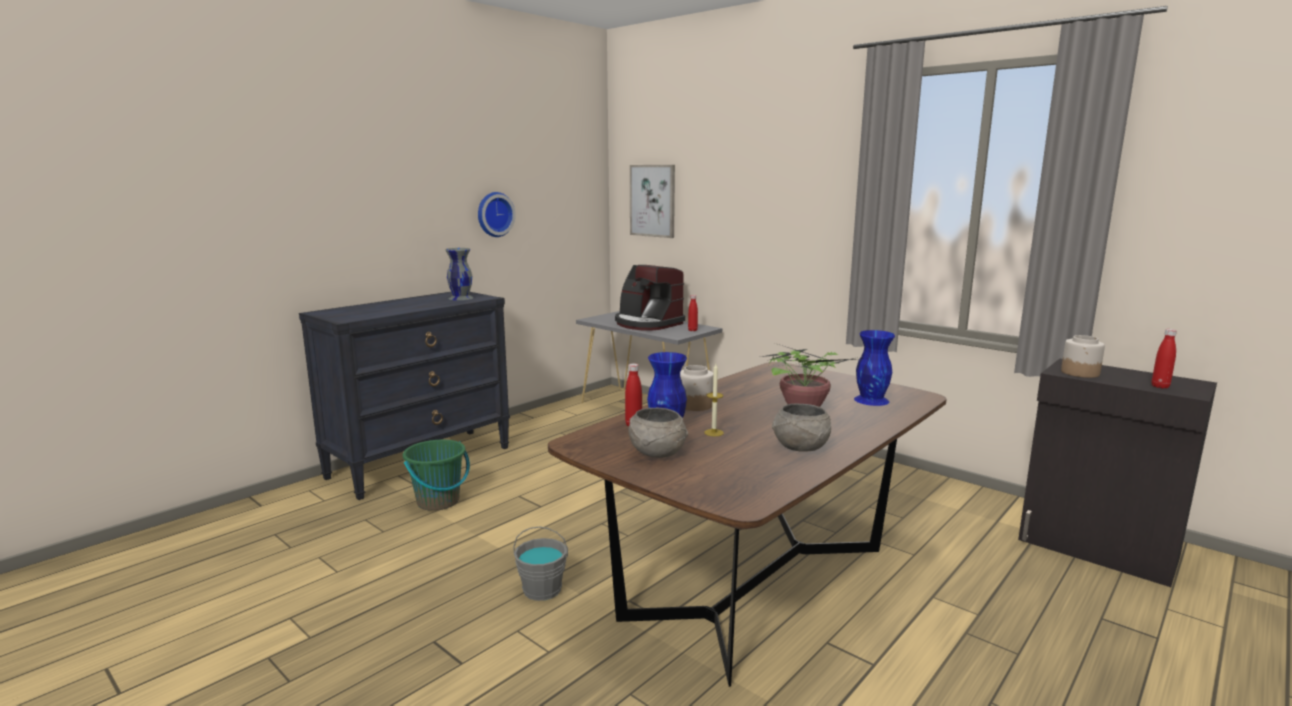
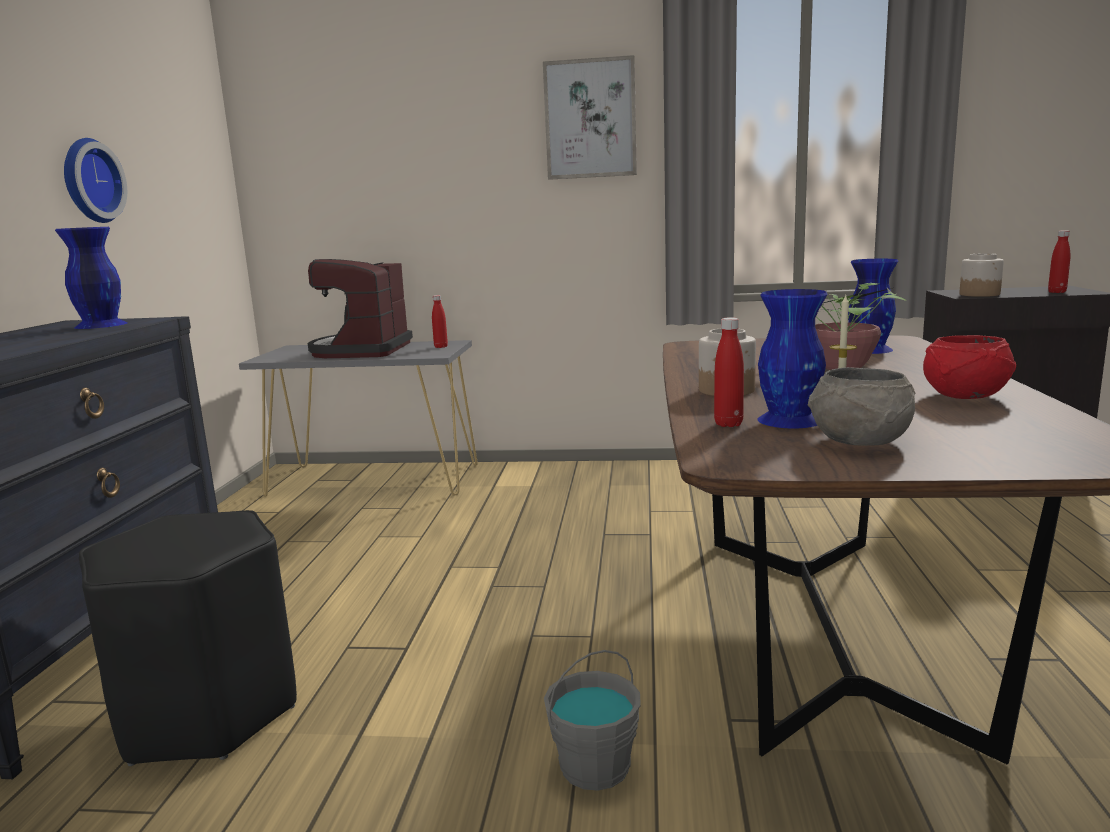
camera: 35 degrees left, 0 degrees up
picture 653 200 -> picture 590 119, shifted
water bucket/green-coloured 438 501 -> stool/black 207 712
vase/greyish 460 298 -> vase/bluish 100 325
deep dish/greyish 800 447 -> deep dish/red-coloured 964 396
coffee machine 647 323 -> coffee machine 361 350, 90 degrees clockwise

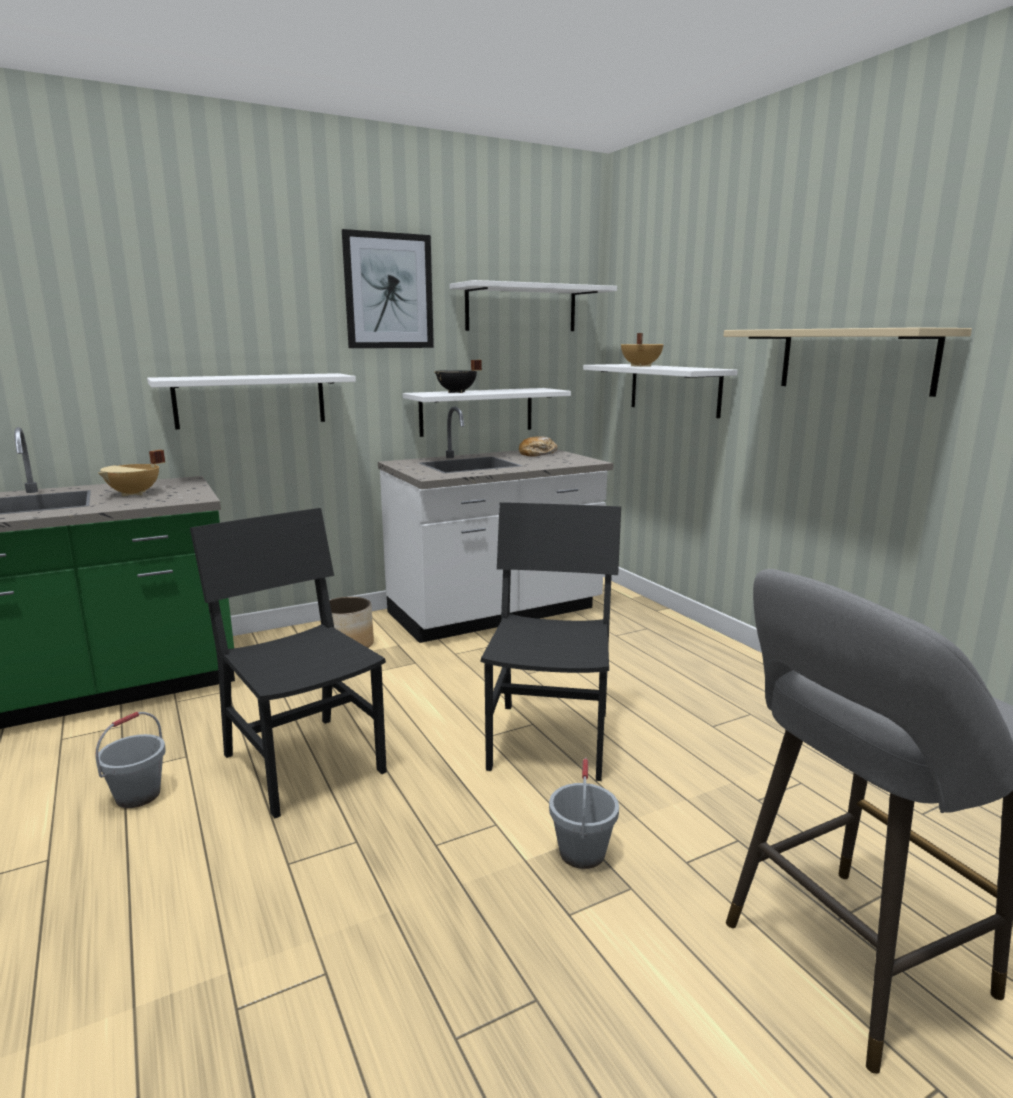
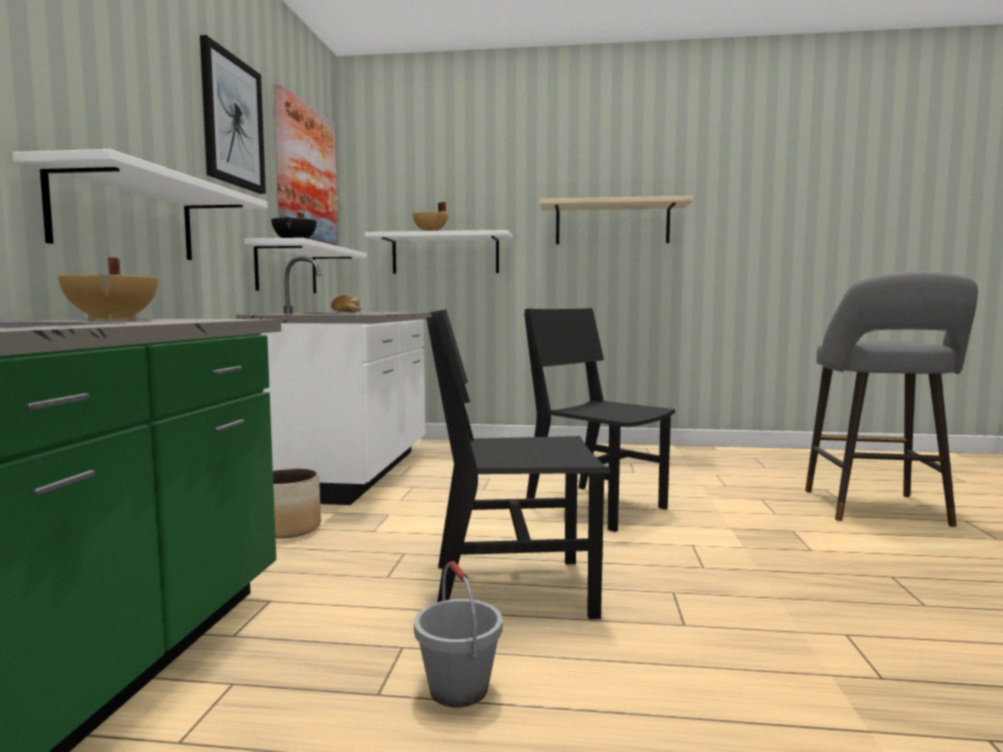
camera: 55 degrees left, 10 degrees down
water bucket/greyish 581 852 -> none
shelf/white 521 308 -> picture 306 173

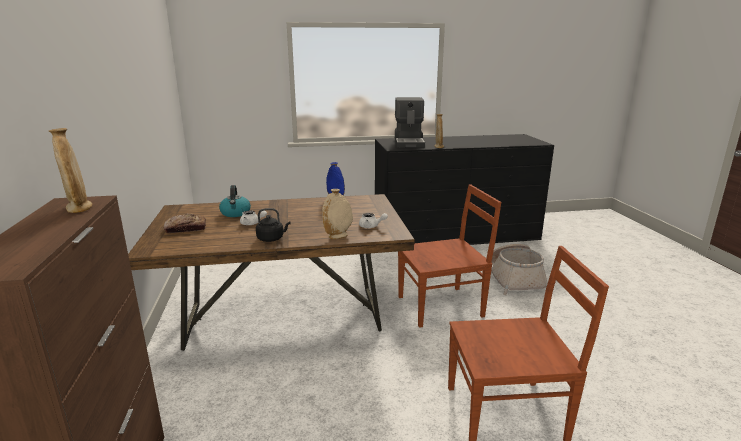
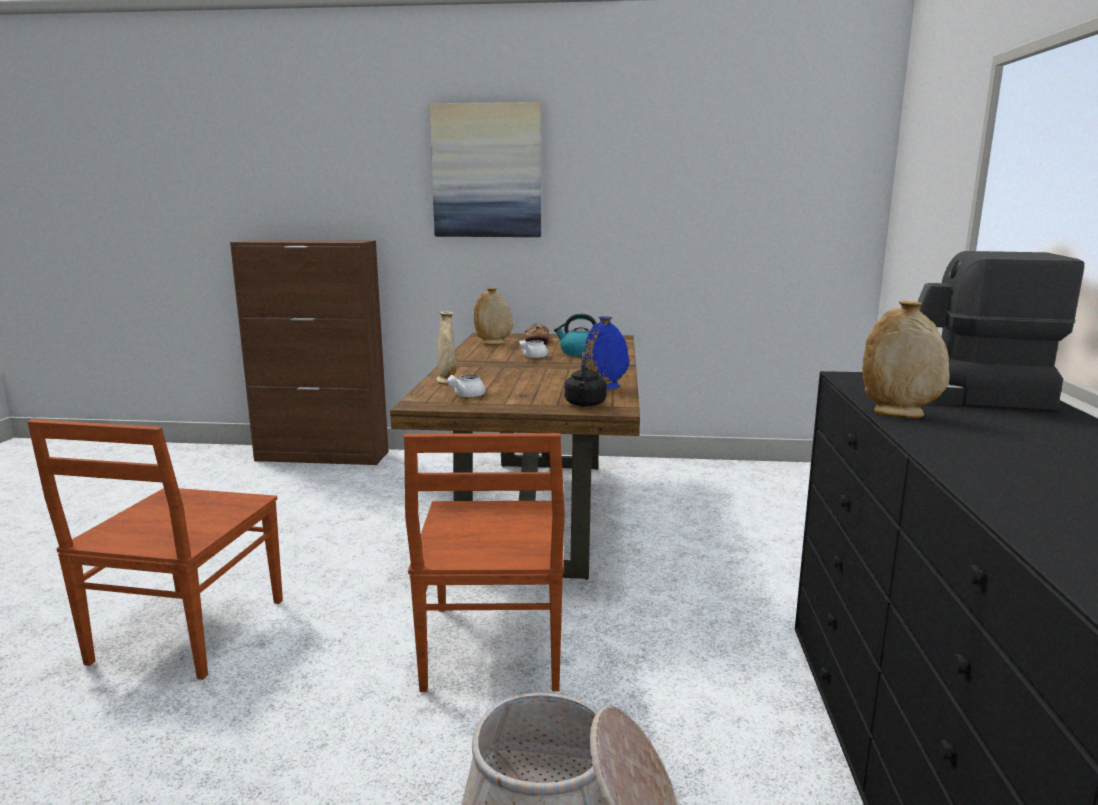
camera: 105 degrees right, 5 degrees down
none -> picture 487 171
vase/beige 79 208 -> vase/beige 493 343, shifted
kettle/black 272 239 -> kettle/black 585 404, shifted

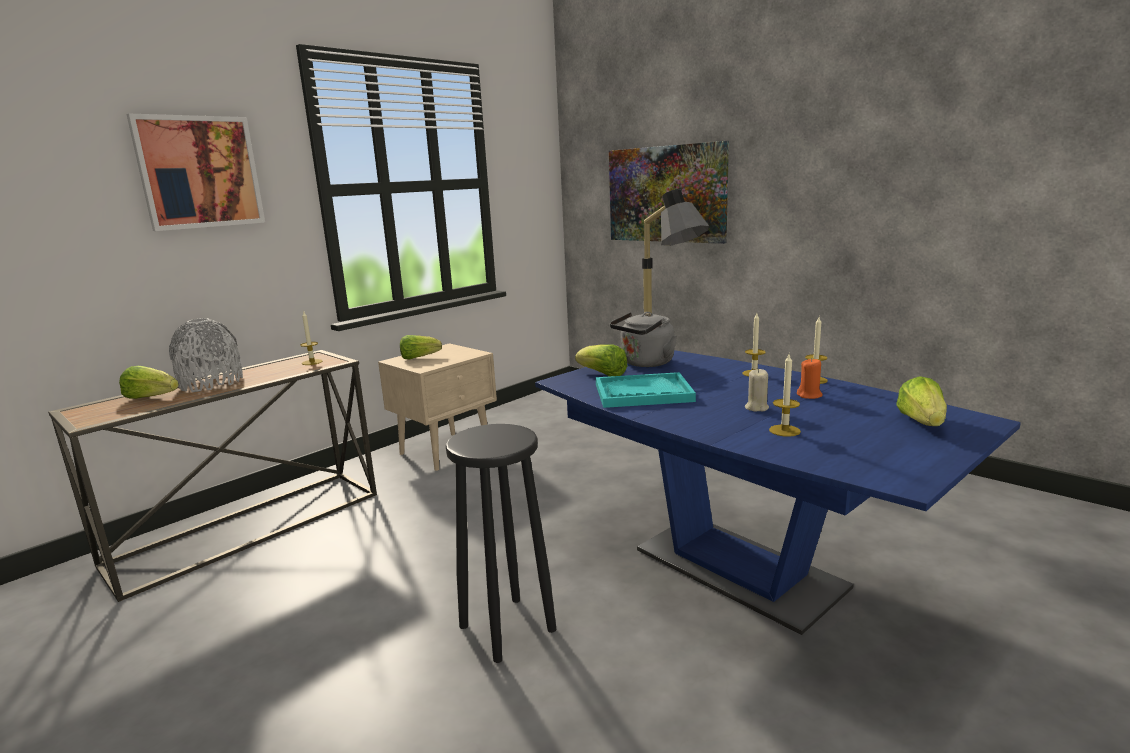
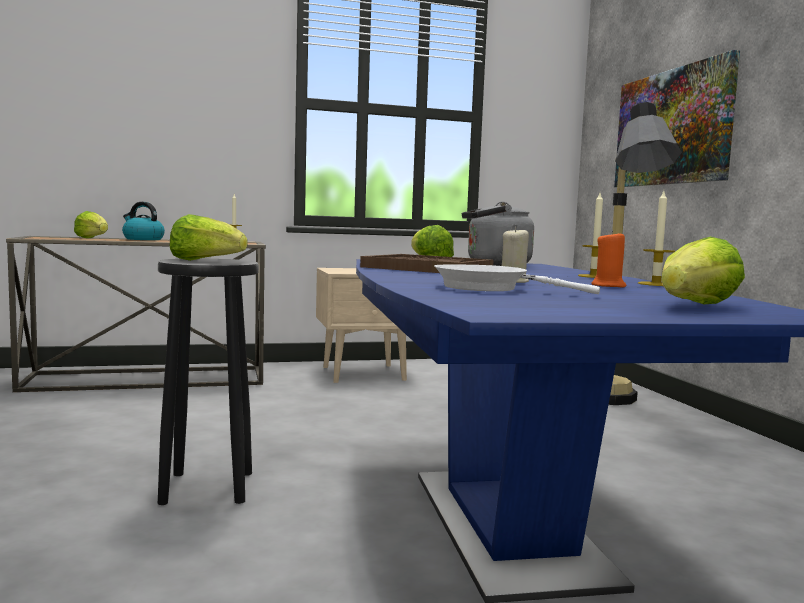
camera: 30 degrees right, 10 degrees down
picture 199 172 -> none
head of lettuce 419 358 -> head of lettuce 205 261, shifted
vase/greyish 211 383 -> kettle 142 239
wax light 784 430 -> skillet/white 488 288
tray/turquoise-coloured 643 393 -> tray/brown-coloured 427 268

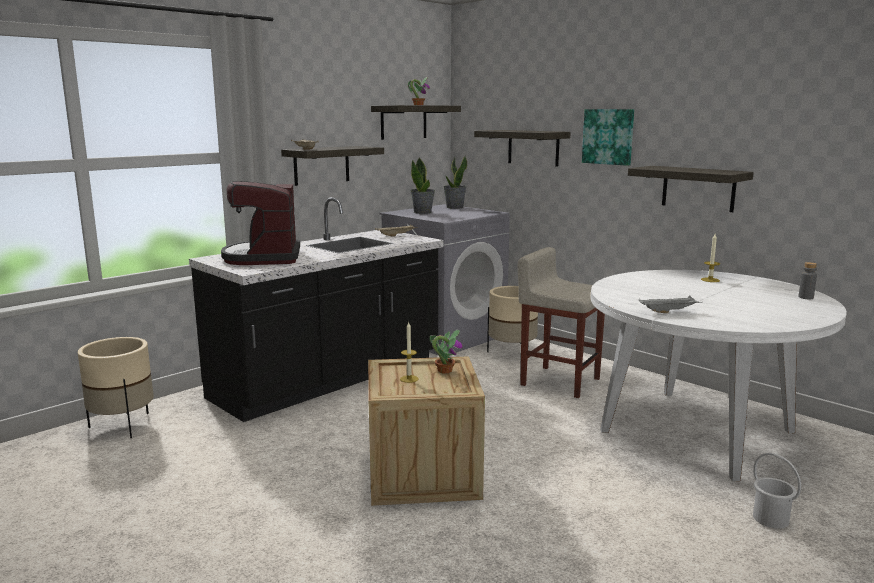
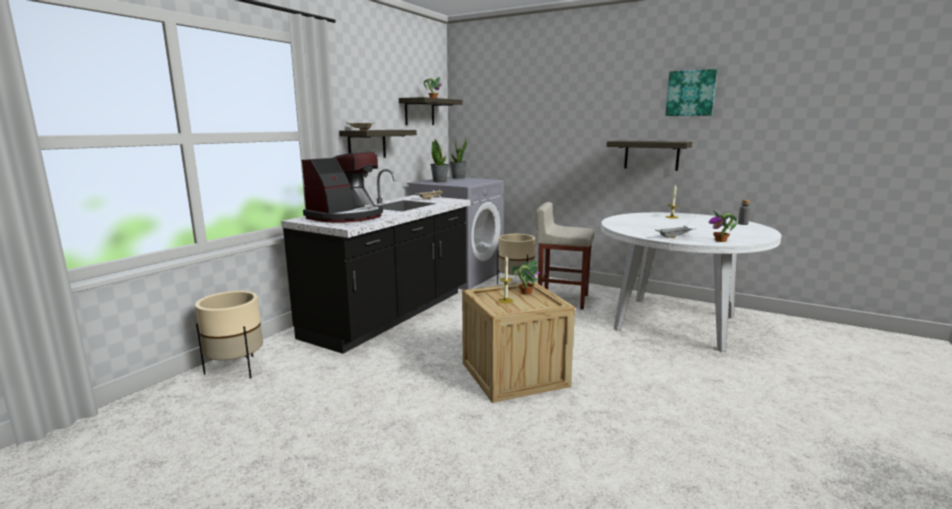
camera: 15 degrees left, 0 degrees up
shelf 533 147 -> none
water bucket/white 770 519 -> none
none -> potted plant 720 240
picture 608 136 -> picture 690 93, shifted
coffee machine 264 257 -> coffee machine 346 217, 120 degrees counterclockwise

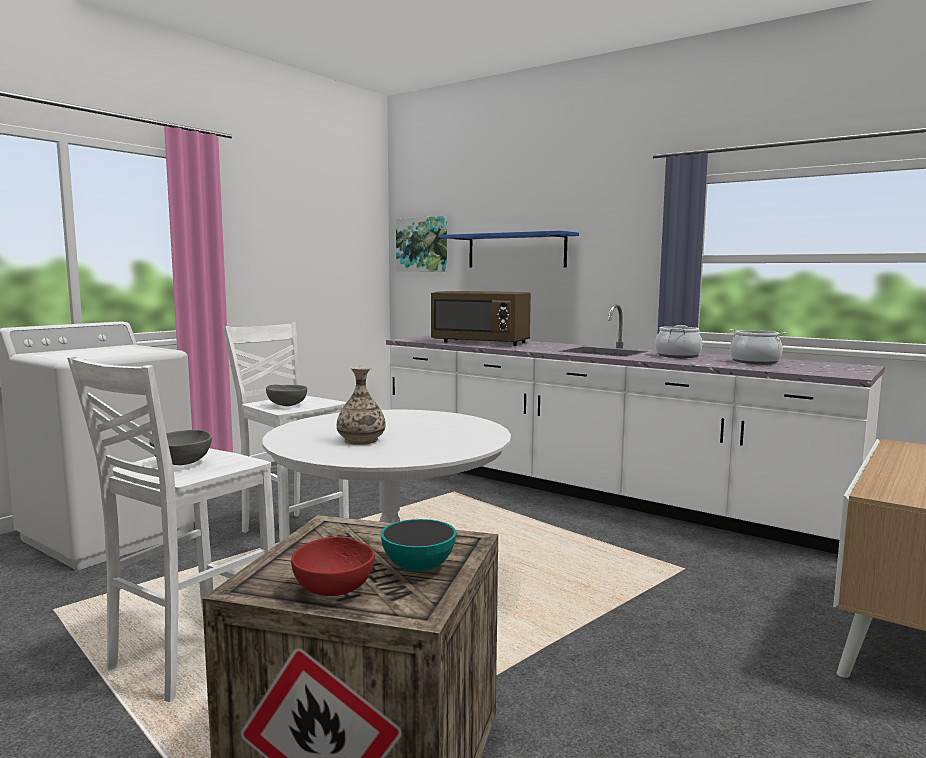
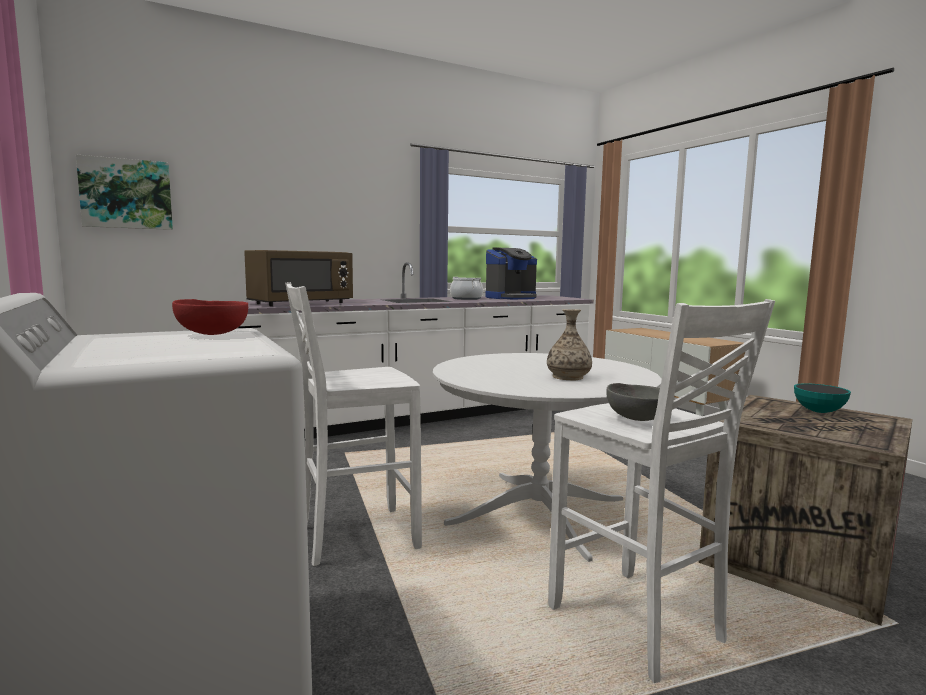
camera: 65 degrees left, 0 degrees up
deep dish/greyish 287 405 -> none
shelf/bluish 516 251 -> none
deep dish/red-coloured 335 589 -> deep dish/red-coloured 212 334, shifted
cooking pot 754 362 -> coffee machine 511 298

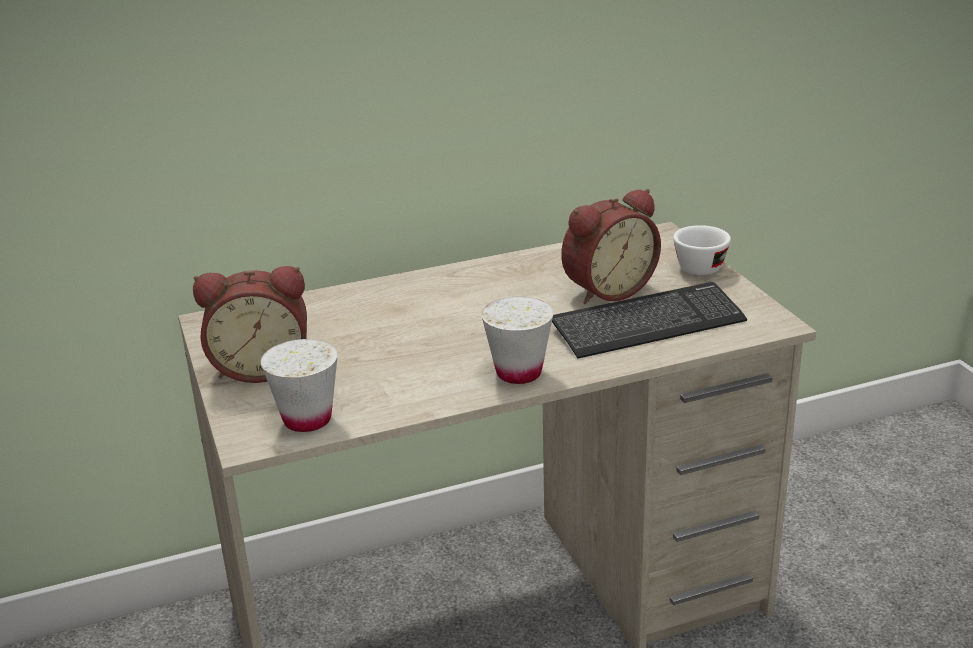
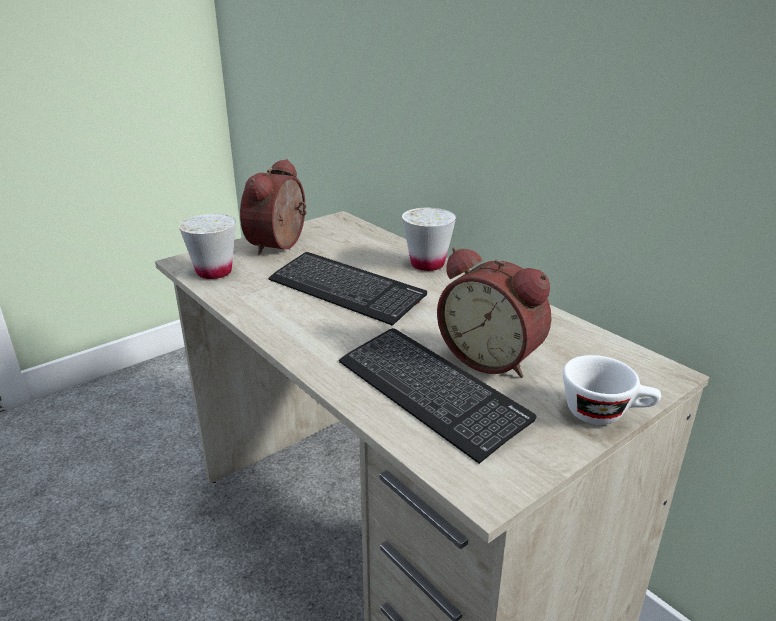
camera: 70 degrees right, 0 degrees up
none -> computer keyboard 345 290
small cup/white 518 373 -> small cup/white 427 264, shifted
alarm clock 261 367 -> alarm clock 281 245, 45 degrees clockwise

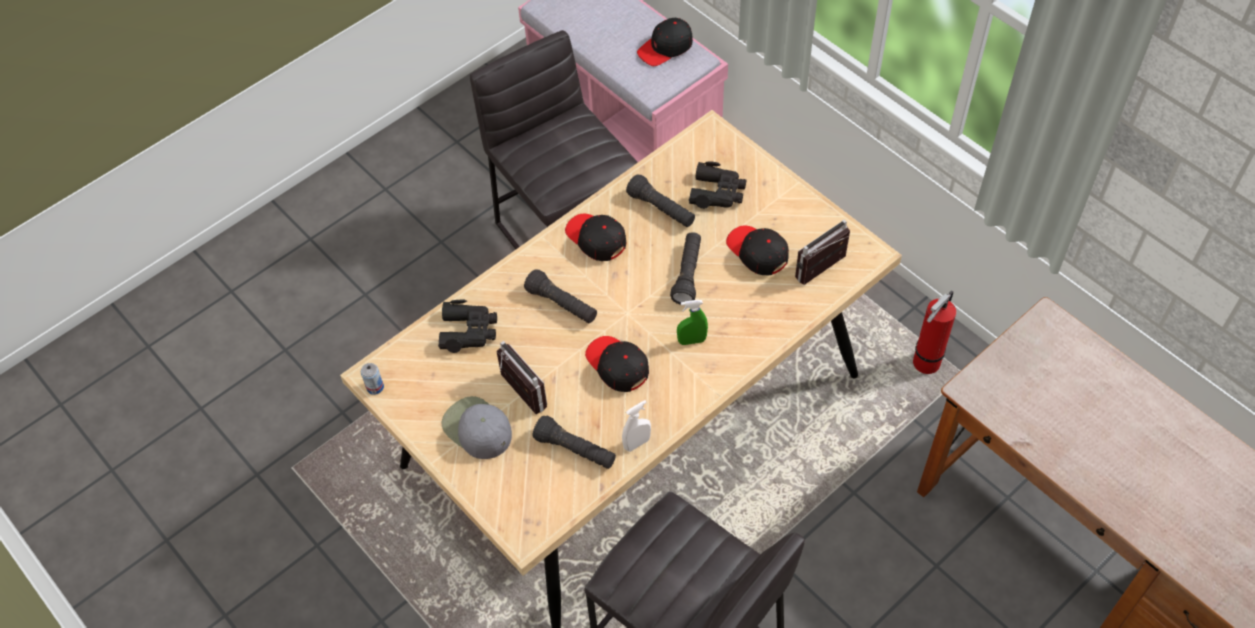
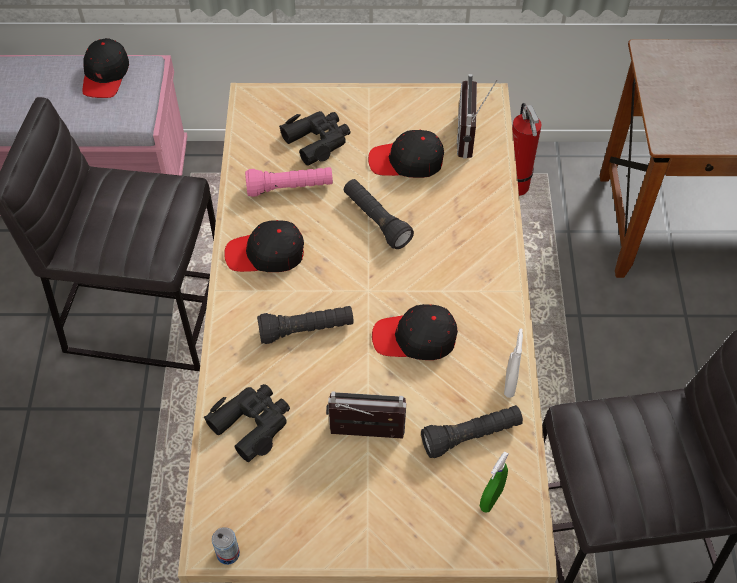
camera: 50 degrees left, 0 degrees up
cap/greyish 476 428 -> none
sprayer/green-coloured 692 341 -> sprayer/green-coloured 491 499, shifted
hand torch/black 661 209 -> hand torch/pink-coloured 290 188

